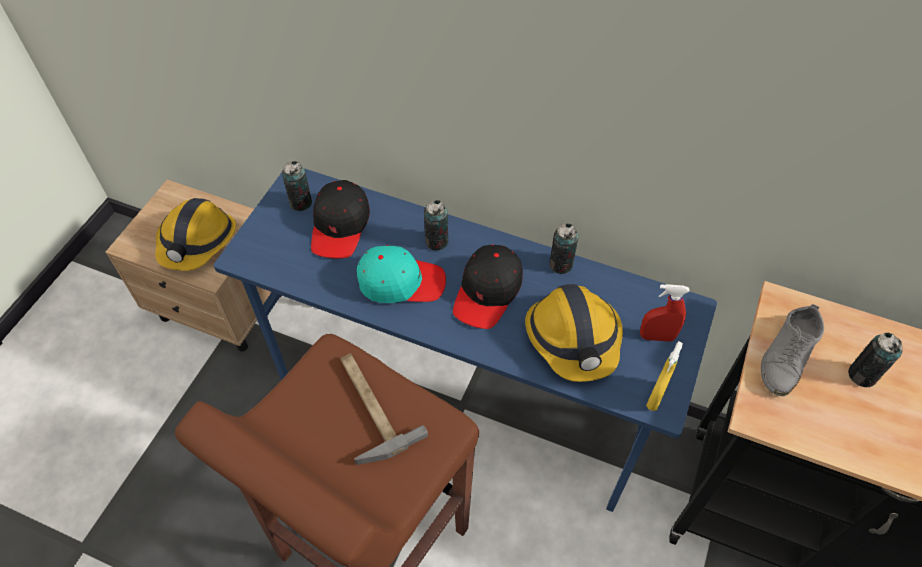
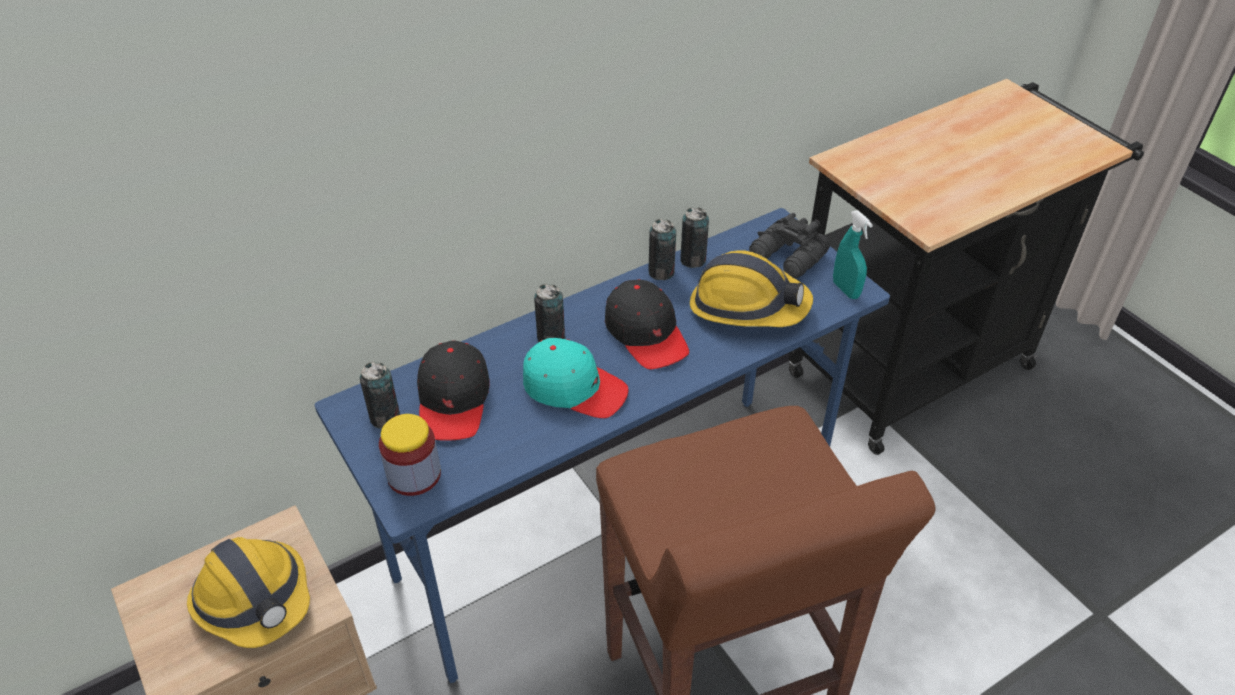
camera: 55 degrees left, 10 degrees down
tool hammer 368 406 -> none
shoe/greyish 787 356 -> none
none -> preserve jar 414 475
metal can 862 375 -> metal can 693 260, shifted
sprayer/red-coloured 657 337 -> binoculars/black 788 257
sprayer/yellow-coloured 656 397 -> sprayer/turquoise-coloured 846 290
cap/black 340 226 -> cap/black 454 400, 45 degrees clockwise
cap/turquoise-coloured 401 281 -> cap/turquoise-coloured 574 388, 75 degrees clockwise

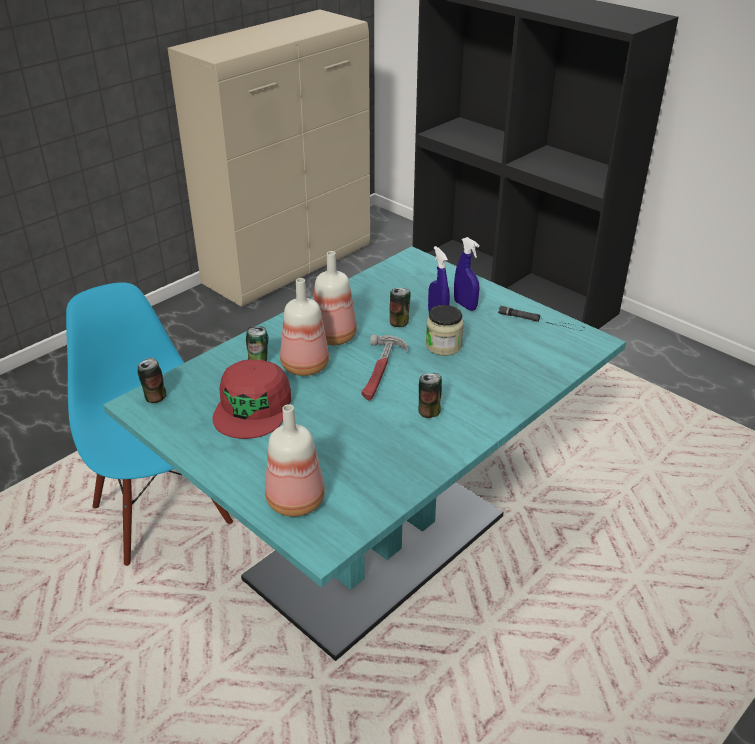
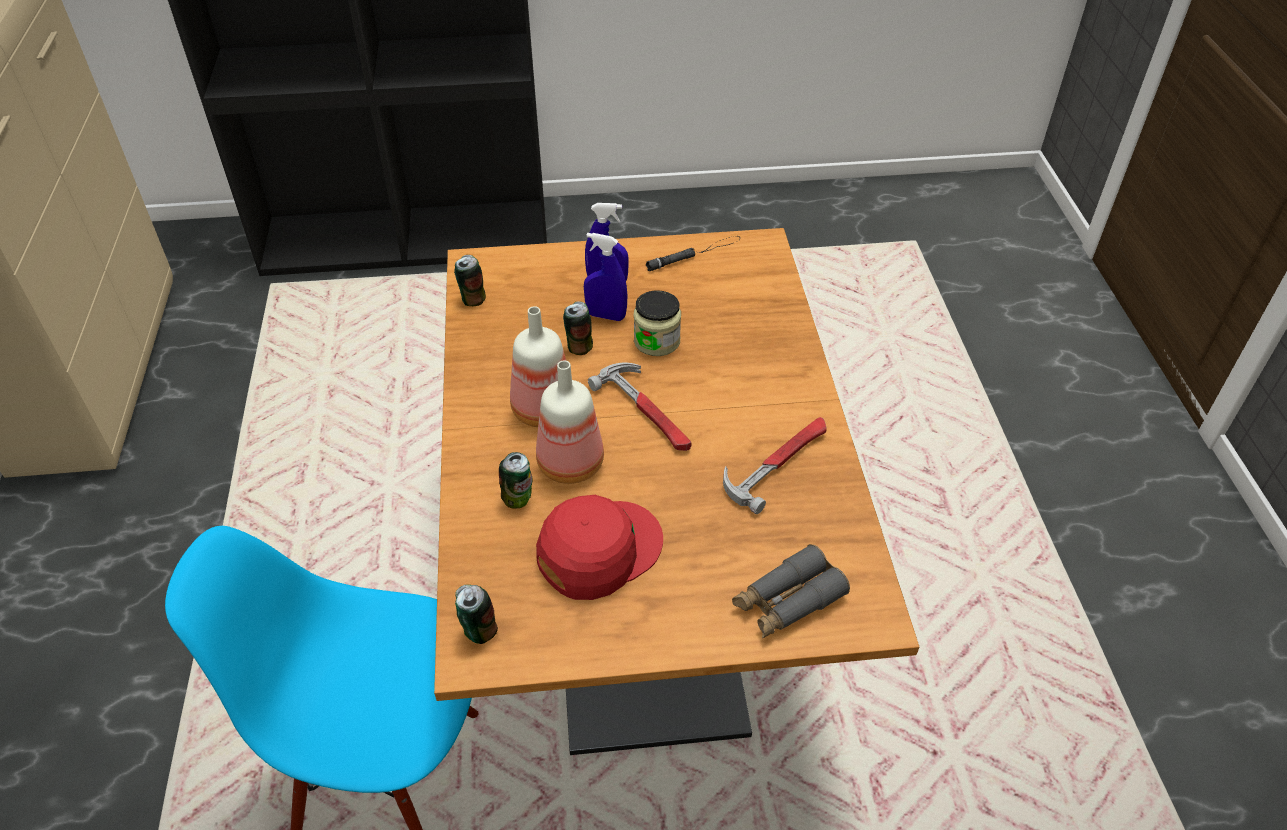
camera: 50 degrees left, 10 degrees up
none -> tool hammer 777 462
metal can 429 411 -> metal can 472 299, shifted
bottle 295 499 -> binoculars/greyish 787 601
kitchen table/turquoise-coloured 377 548 -> kitchen table/brown-coloured 643 605
cap/red-coloured 253 407 -> cap/red-coloured 598 550, 90 degrees counterclockwise

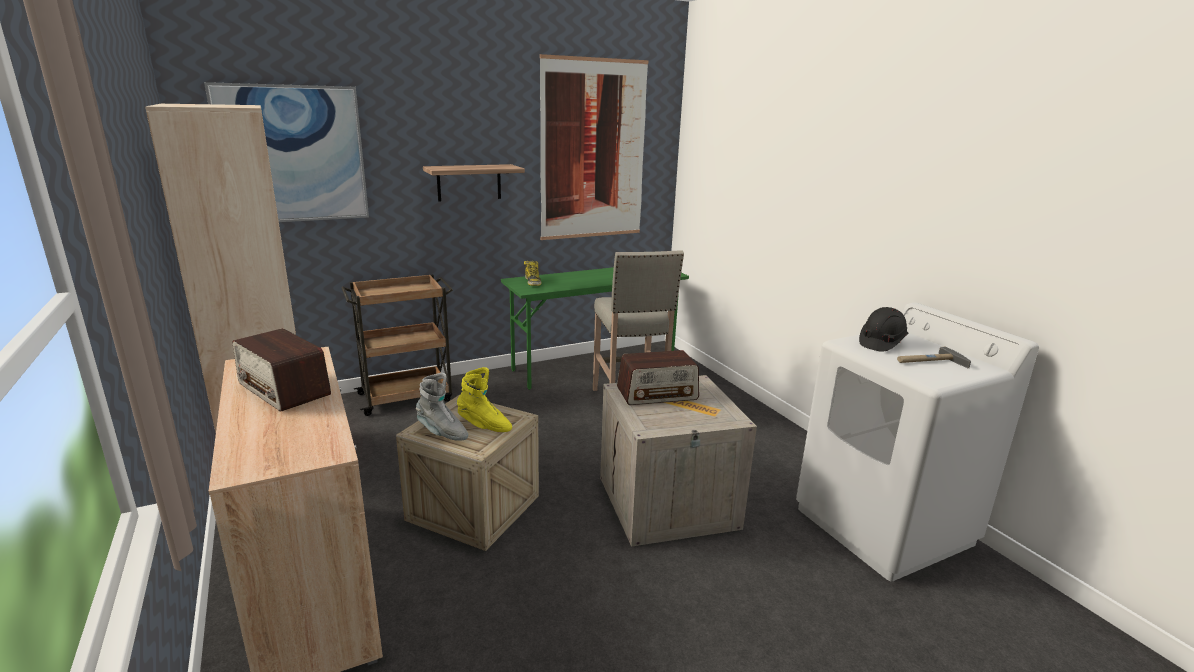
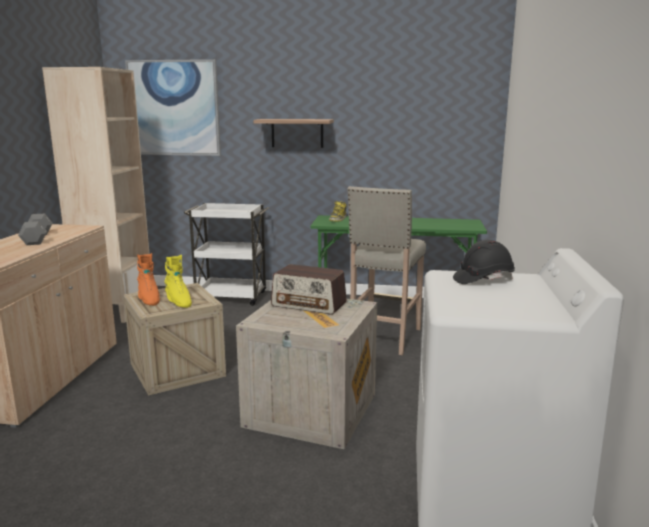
camera: 35 degrees right, 5 degrees down
picture 593 151 -> none
tool hammer 929 362 -> none
radio set 284 389 -> free weight/greyish 37 239
wheeled cart/brown-coloured 407 397 -> wheeled cart/white 231 297
high-top boot/greyish 442 432 -> high-top boot/orangey 148 299

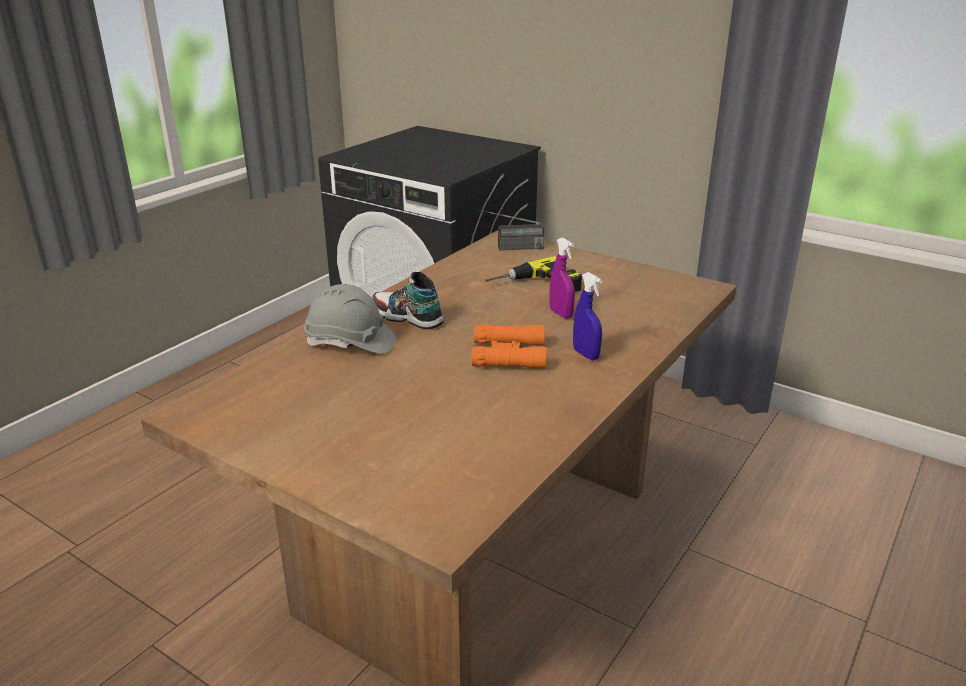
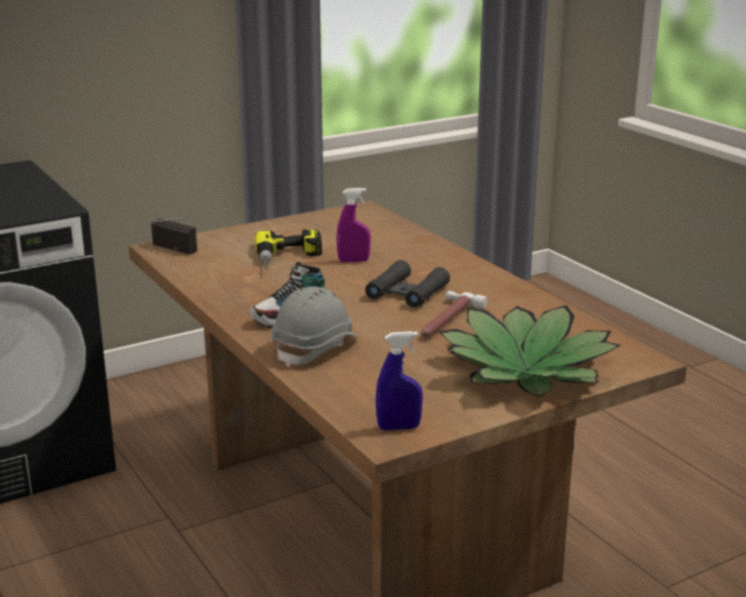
camera: 65 degrees left, 5 degrees down
none -> tool hammer 445 320
none -> potted plant 526 370
sprayer/bluish 586 354 -> sprayer/bluish 398 427, shifted
binoculars/orangey 509 355 -> binoculars/black 407 293
radio set 508 248 -> radio set 186 250, 75 degrees counterclockwise

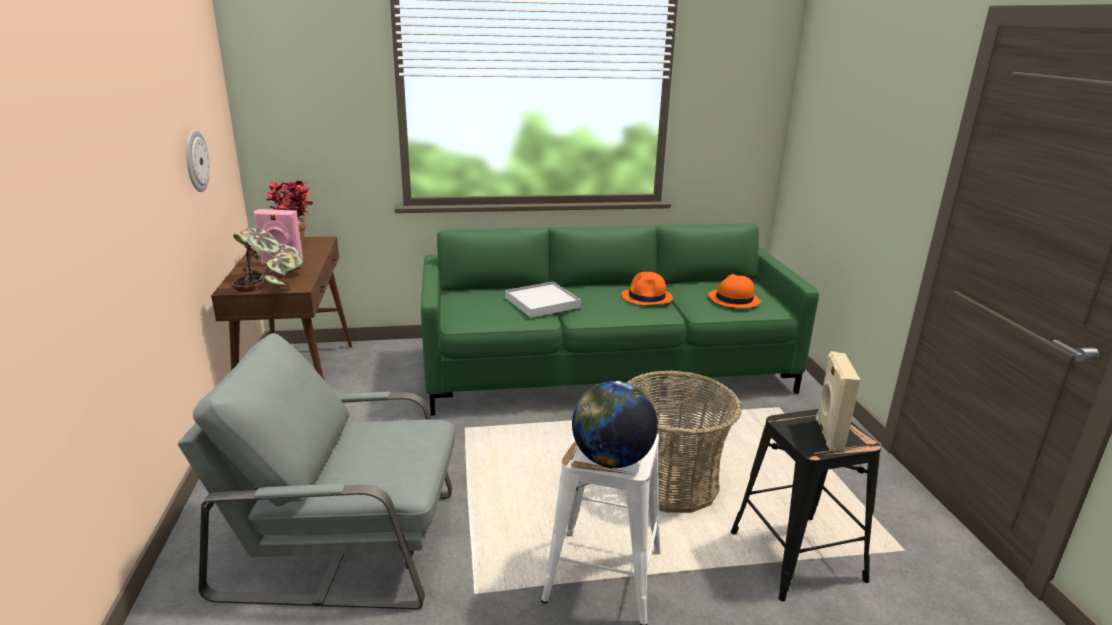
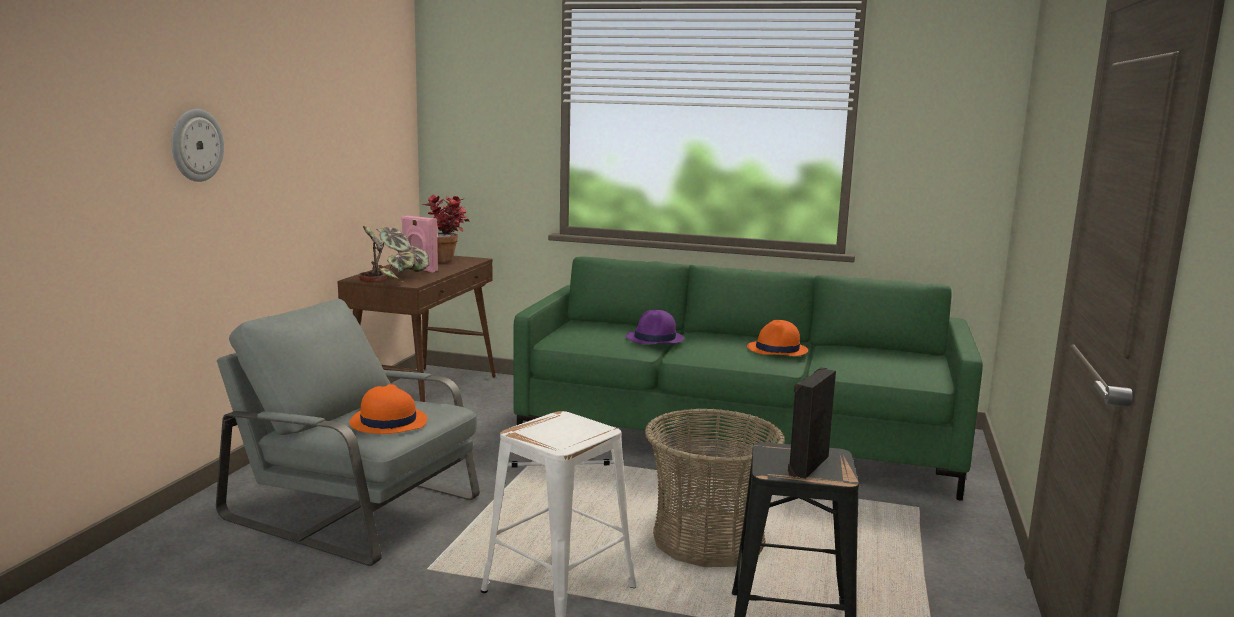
camera: 25 degrees right, 10 degrees down
world globe 612 460 -> none
hanging clock 195 161 -> hanging clock 196 145, shifted
hat/orangey 733 299 -> hat/orangey 388 422, shifted
tray/white 542 302 -> hat/purple 655 339
speaker/beige 828 434 -> speaker/black 806 465

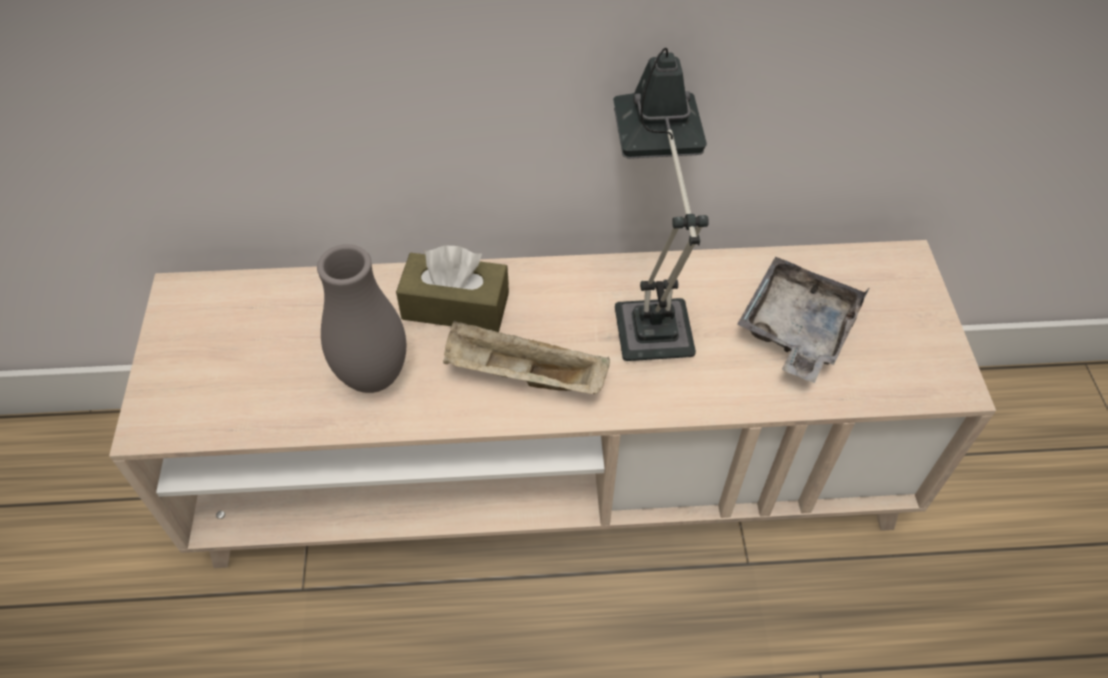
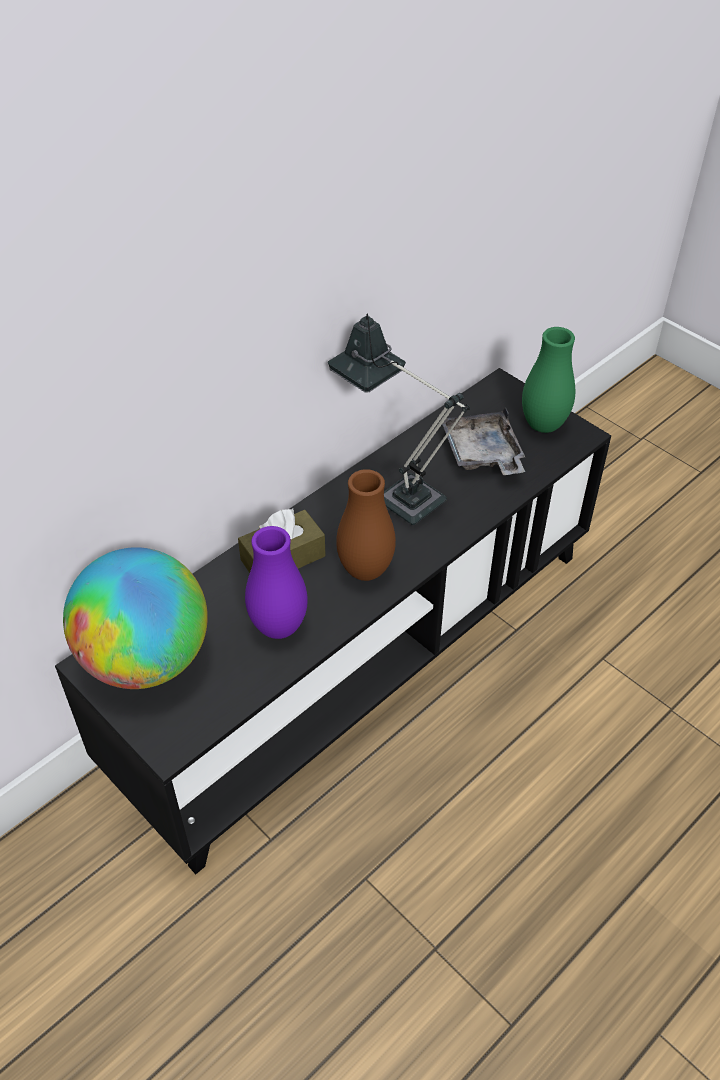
camera: 40 degrees left, 5 degrees down
none -> world globe 146 659
none -> vase/green-coloured 543 425
tray/beige 522 376 -> vase/brown-coloured 365 570
tv stand/beige 552 474 -> tv stand/black 359 660
vase/greyish 373 376 -> vase/purple 279 627

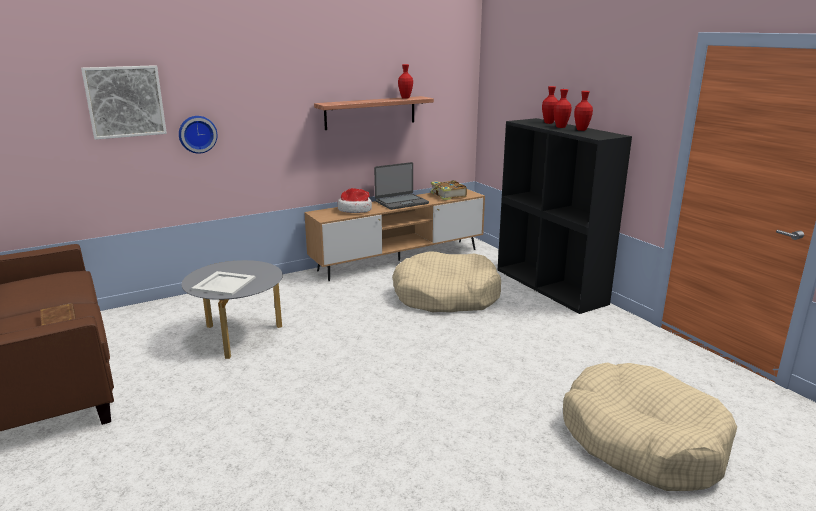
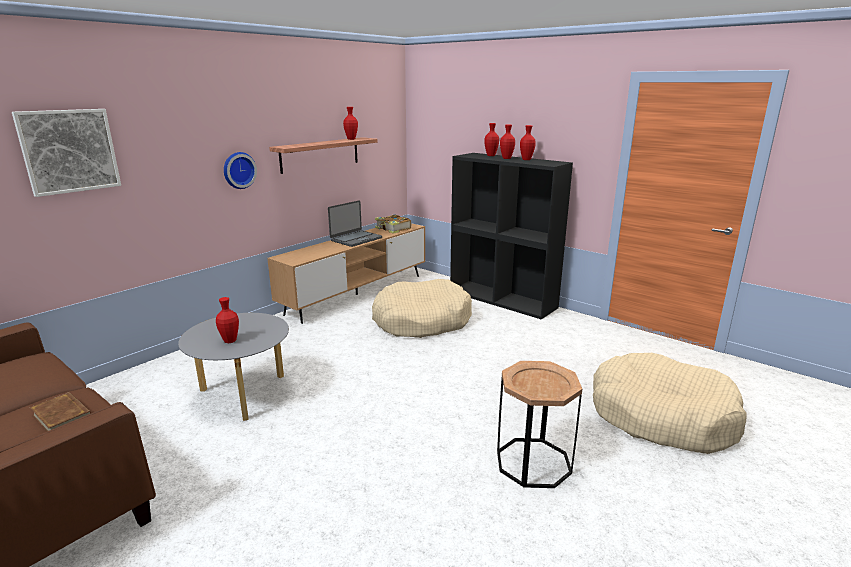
camera: 20 degrees left, 0 degrees up
hat 355 210 -> none
none -> side table/brown-coloured 533 462
hanging clock 197 134 -> hanging clock 238 170, shifted
tray/white 224 283 -> vase/red-coloured 230 341

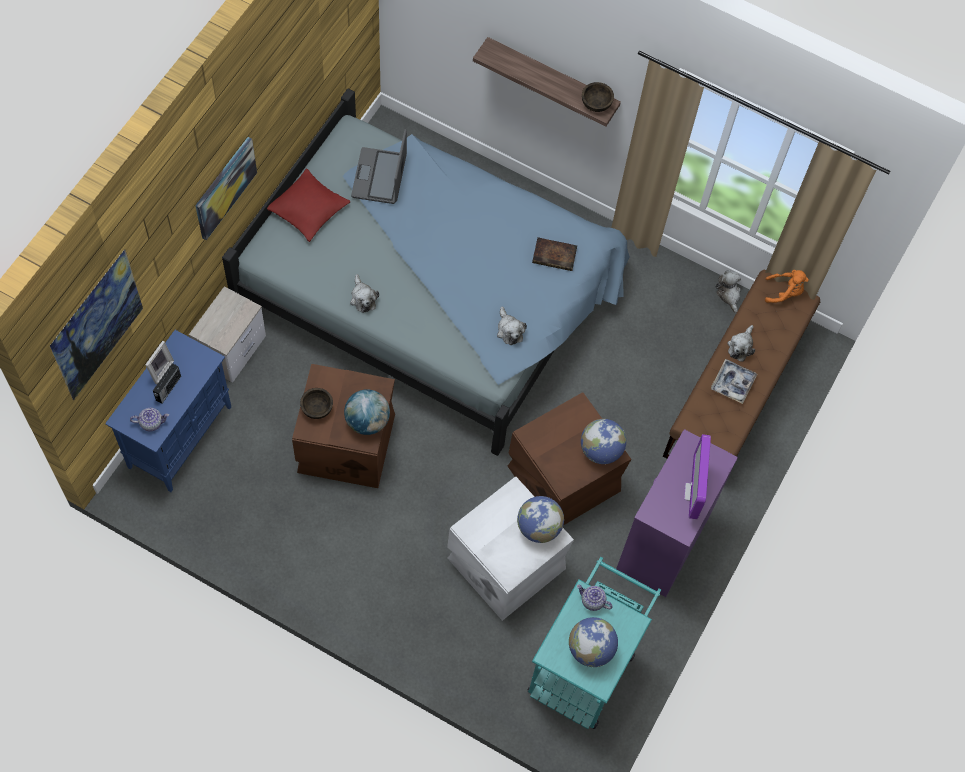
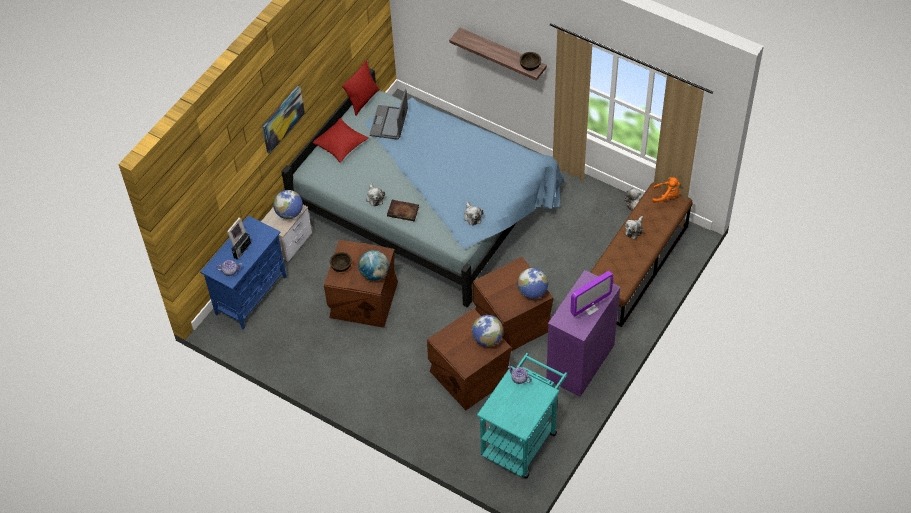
camera: 10 degrees right, 10 degrees down
picture 103 340 -> none
tray 733 383 -> none
none -> pillow/red-coloured 363 100
bound book 555 256 -> bound book 404 211, shifted
world globe 590 649 -> world globe 289 213, shifted
storage bin/white 504 563 -> storage bin/brown-coloured 469 374
computer display 694 492 -> computer display 589 308, 135 degrees counterclockwise

